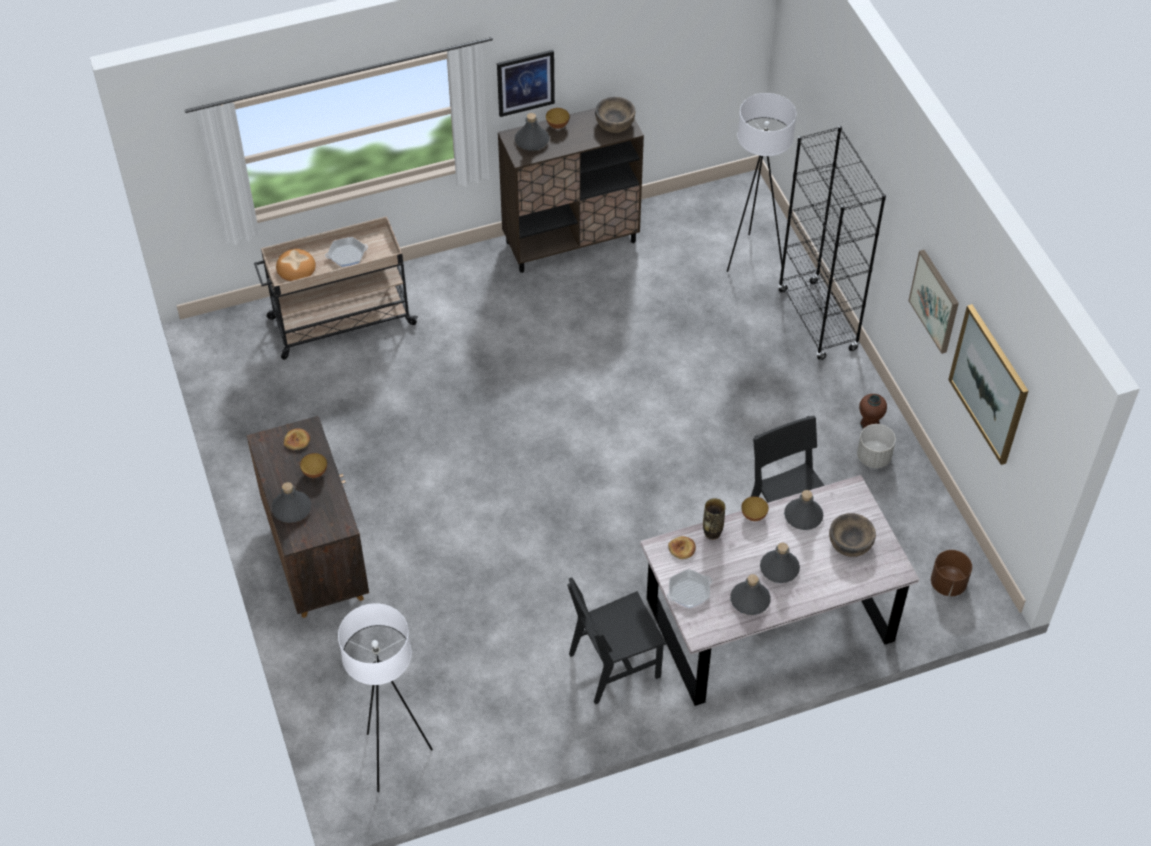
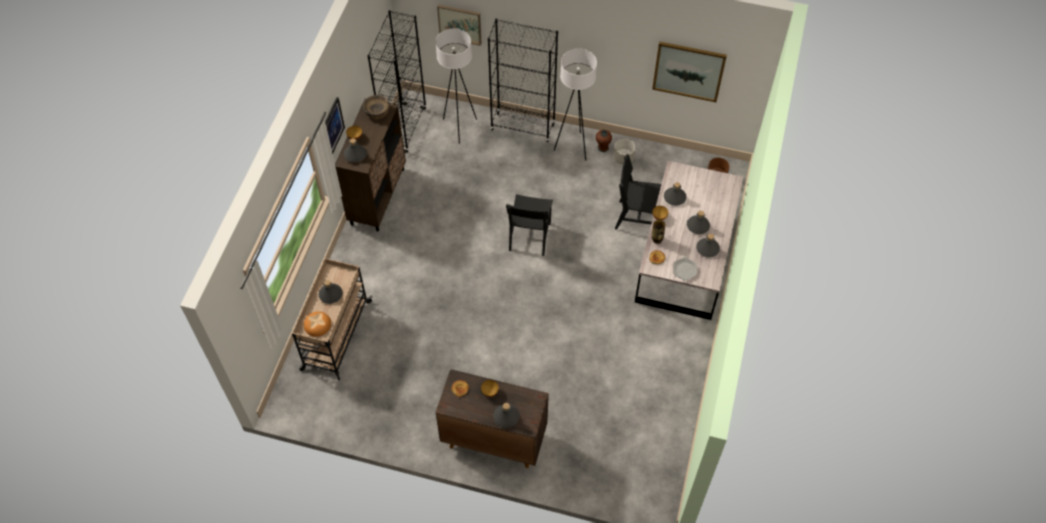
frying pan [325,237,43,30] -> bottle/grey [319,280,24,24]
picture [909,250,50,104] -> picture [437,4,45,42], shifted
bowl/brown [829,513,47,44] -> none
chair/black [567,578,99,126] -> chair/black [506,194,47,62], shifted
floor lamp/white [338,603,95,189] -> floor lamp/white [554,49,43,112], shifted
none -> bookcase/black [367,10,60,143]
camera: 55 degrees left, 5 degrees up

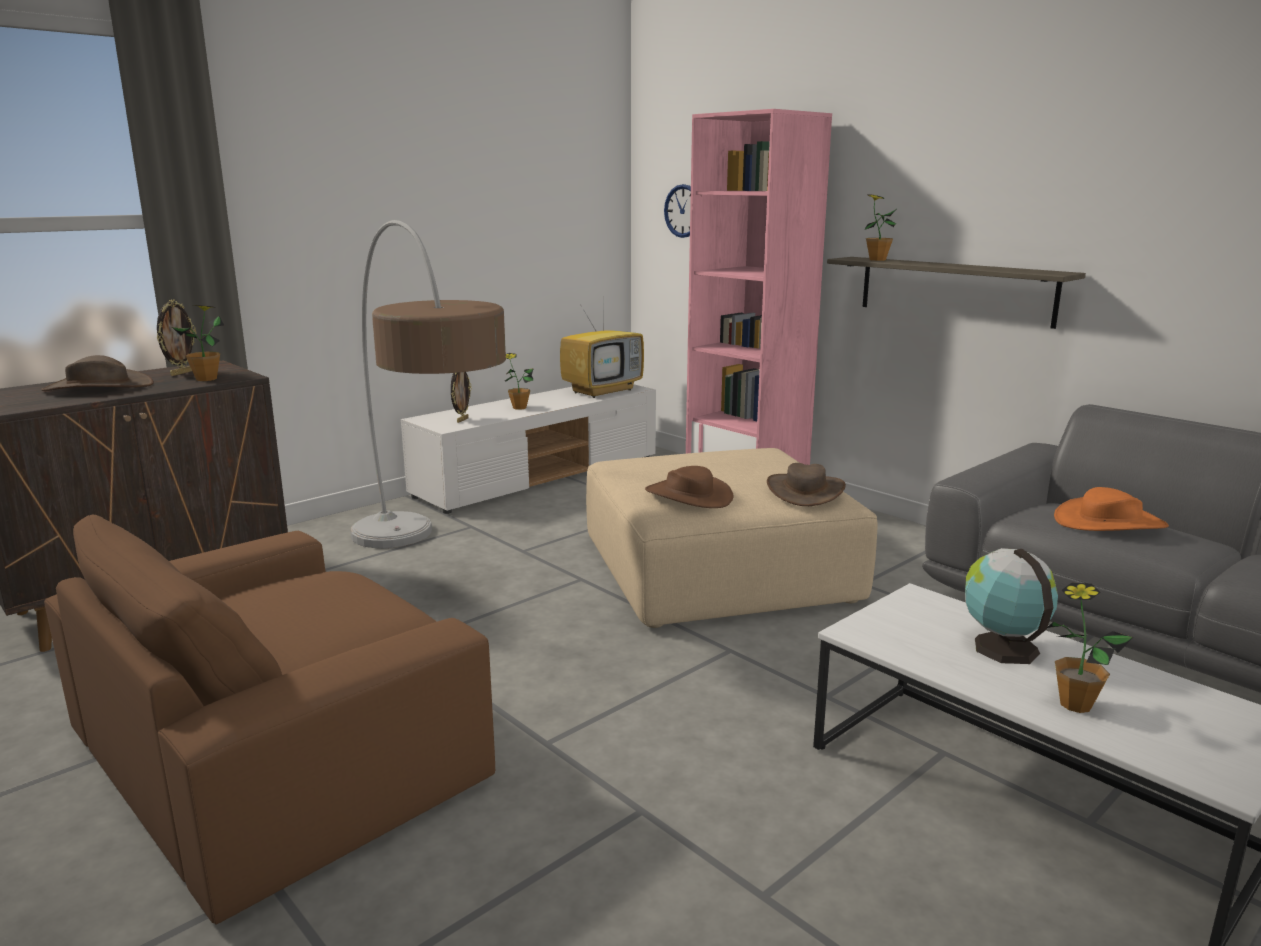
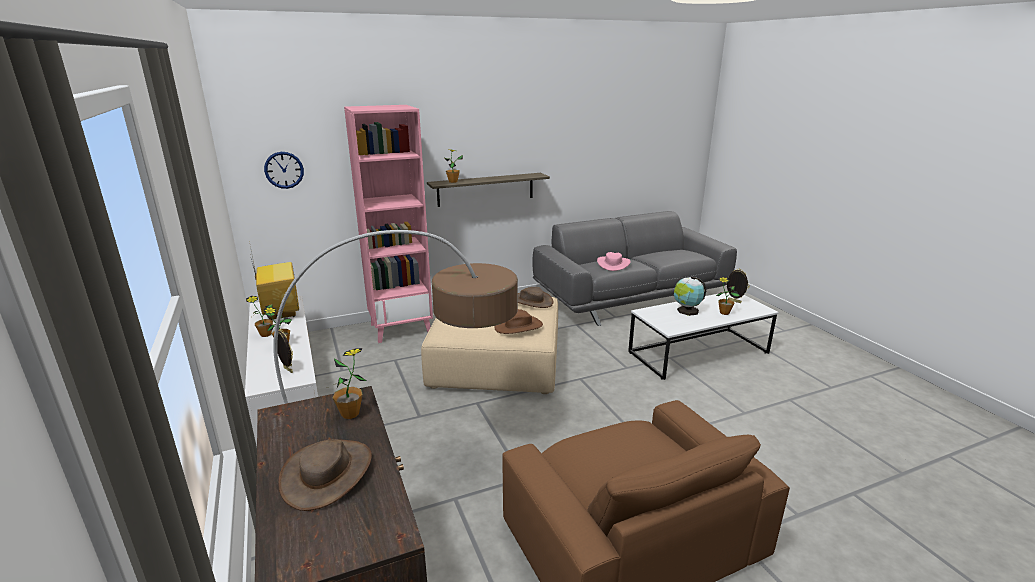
picture frame [156,299,40,77] -> picture frame [727,269,23,34], shifted
hat/orange [1054,487,115,44] -> hat/pink [597,252,34,19]
none -> potted plant [246,296,29,41]
camera: 70 degrees left, 5 degrees up

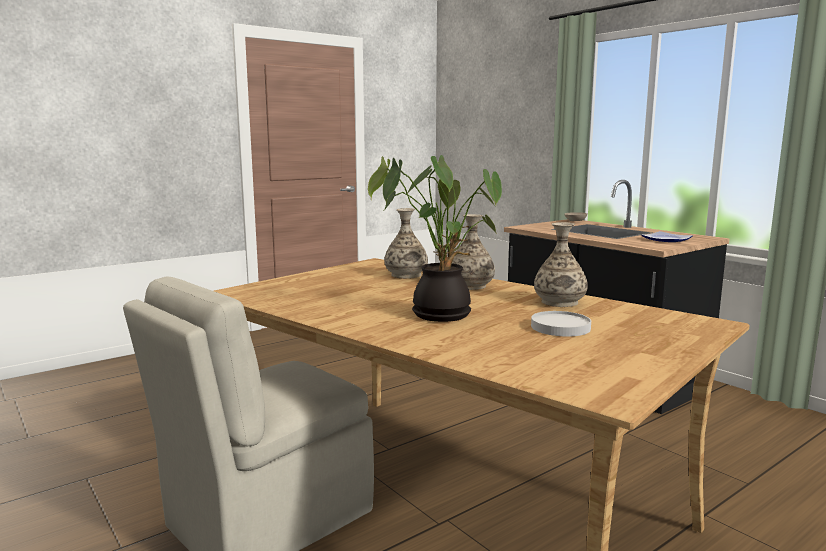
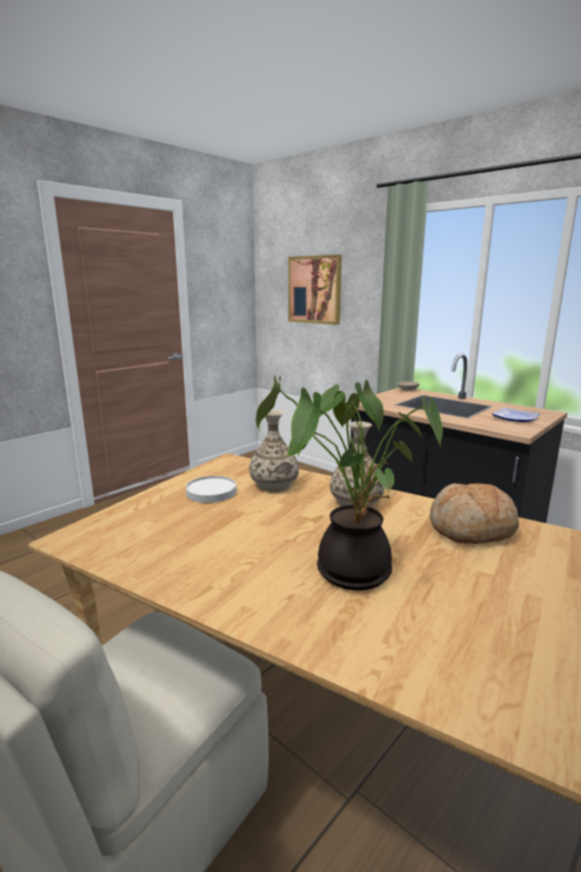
vase [534,222,54,85] -> bread [430,483,89,61]
plate/white [531,311,60,25] -> plate/white [186,476,50,27], shifted
none -> picture [288,255,54,70]
camera: 10 degrees left, 5 degrees up

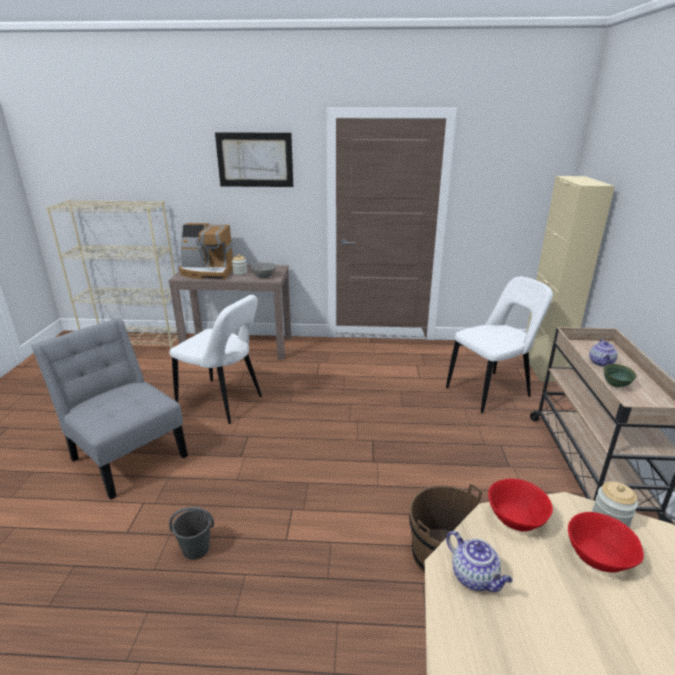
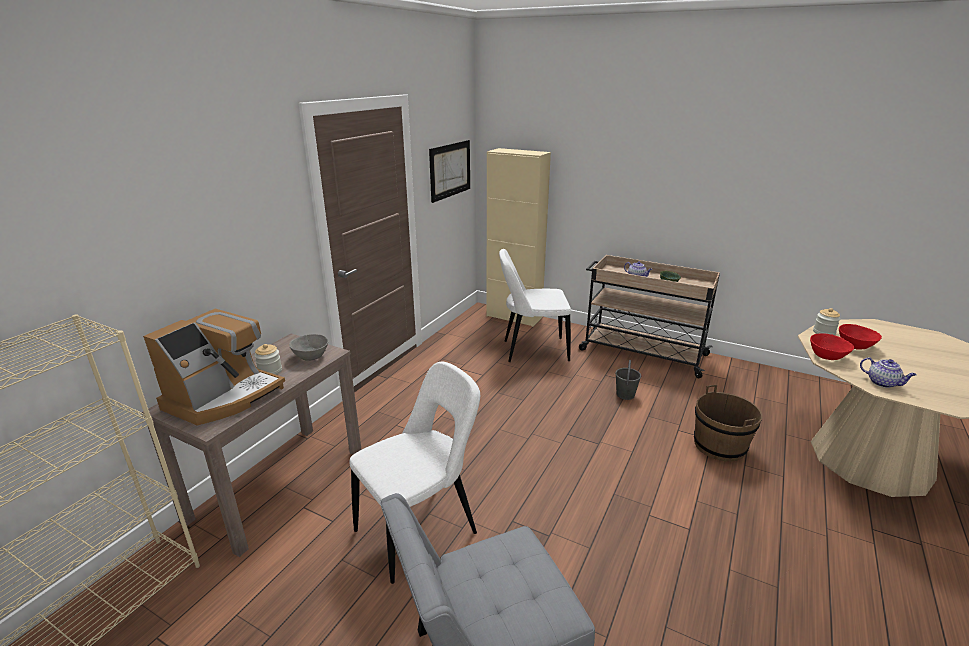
picture [215,133,78,54] -> picture [429,140,41,63], shifted
chair/white [446,276,107,137] -> chair/white [499,249,72,113], 90 degrees counterclockwise
bucket/grey [169,507,45,53] -> bucket/grey [615,360,26,40], shifted
teapot [446,531,67,61] -> teapot [860,357,56,31], 60 degrees clockwise
camera: 65 degrees left, 0 degrees up

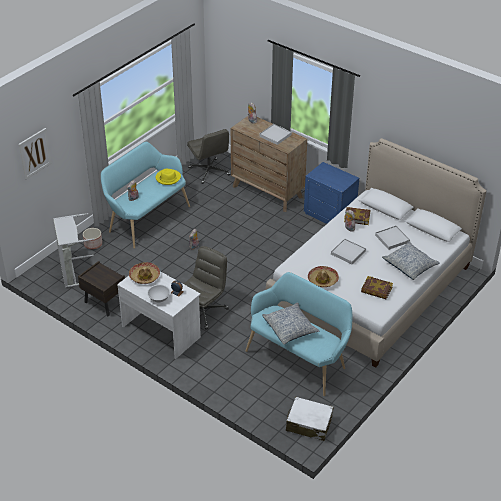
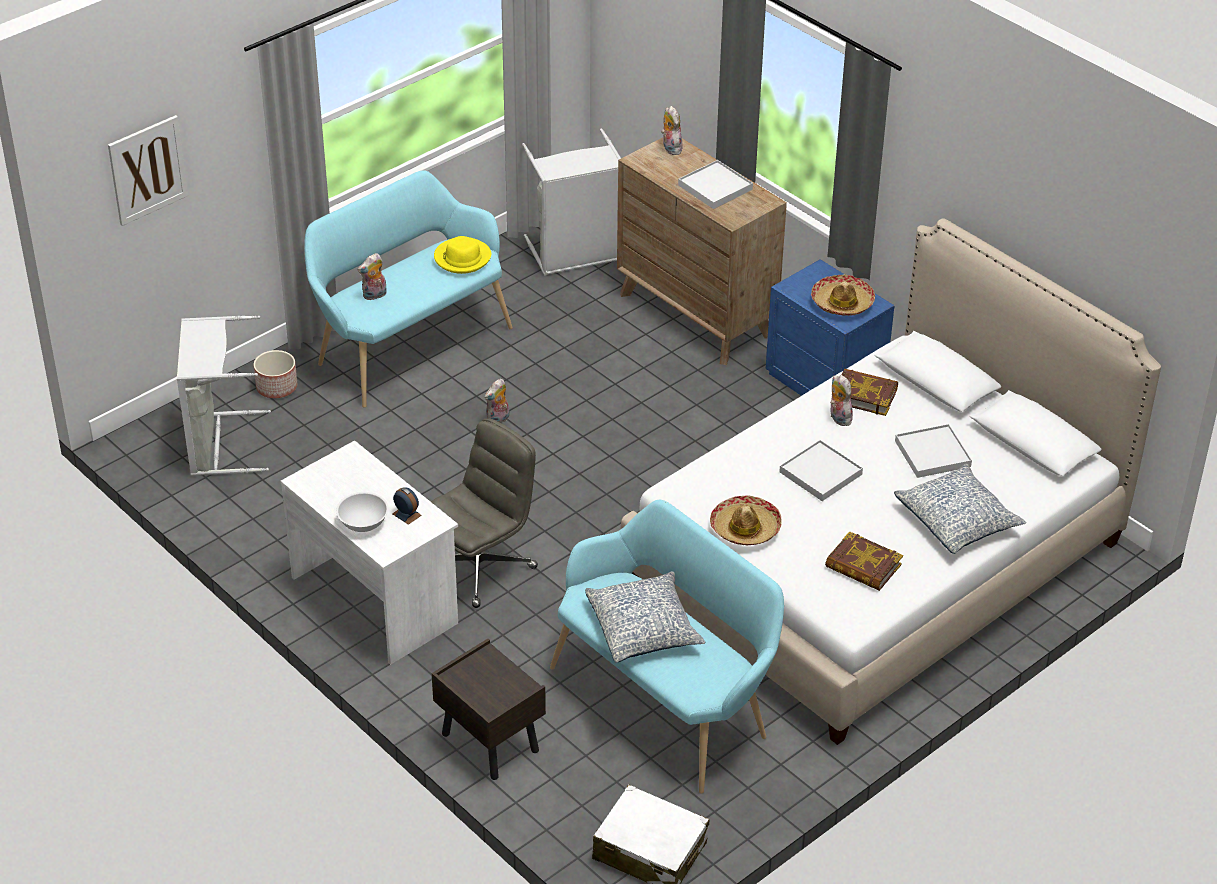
office chair/grey [187,129,44,55] -> laundry basket/grey [522,129,99,147]
nightstand/brown [78,261,47,55] -> nightstand/brown [432,639,114,141], shifted
hat [129,262,31,22] -> hat [811,274,64,42], shifted
camera: 10 degrees right, 0 degrees up

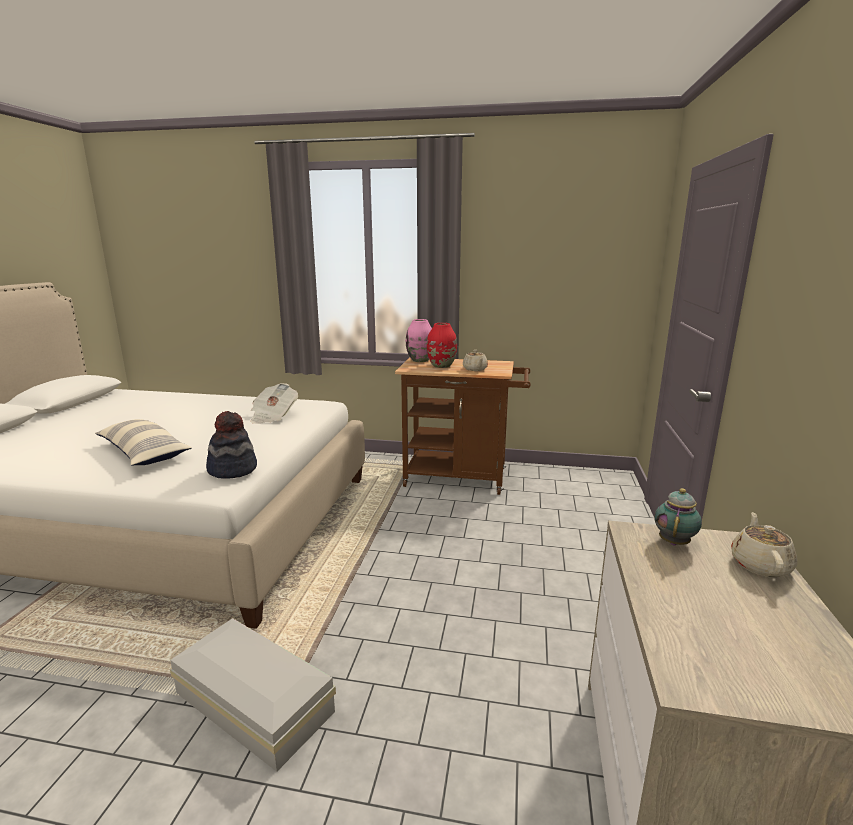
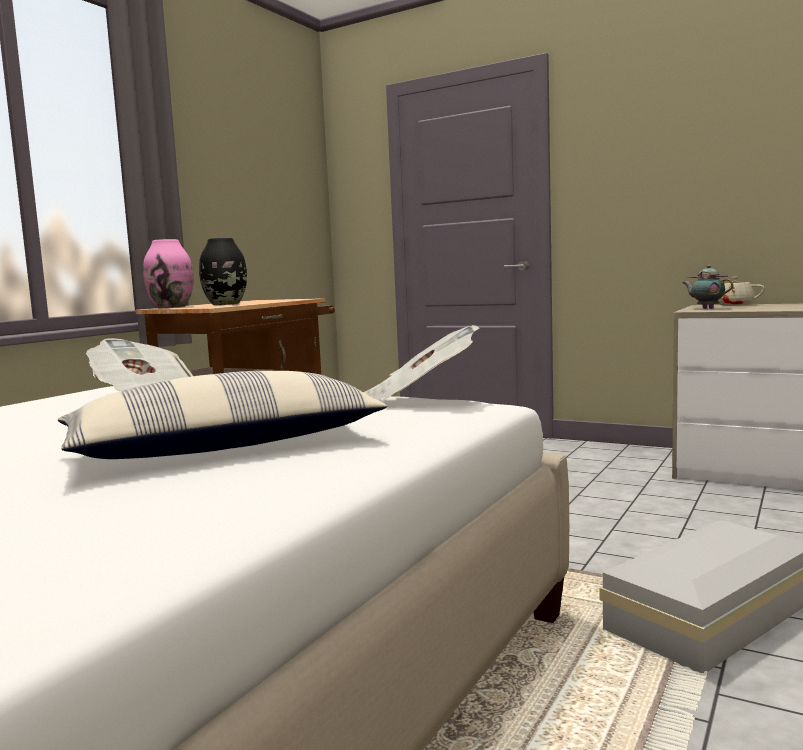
vase/red [427,323,30,45] -> vase/black [199,238,48,67]
teapot/beige [463,350,25,21] -> none
hat [206,411,51,68] -> newspaper [363,325,117,75]
camera: 70 degrees left, 10 degrees down

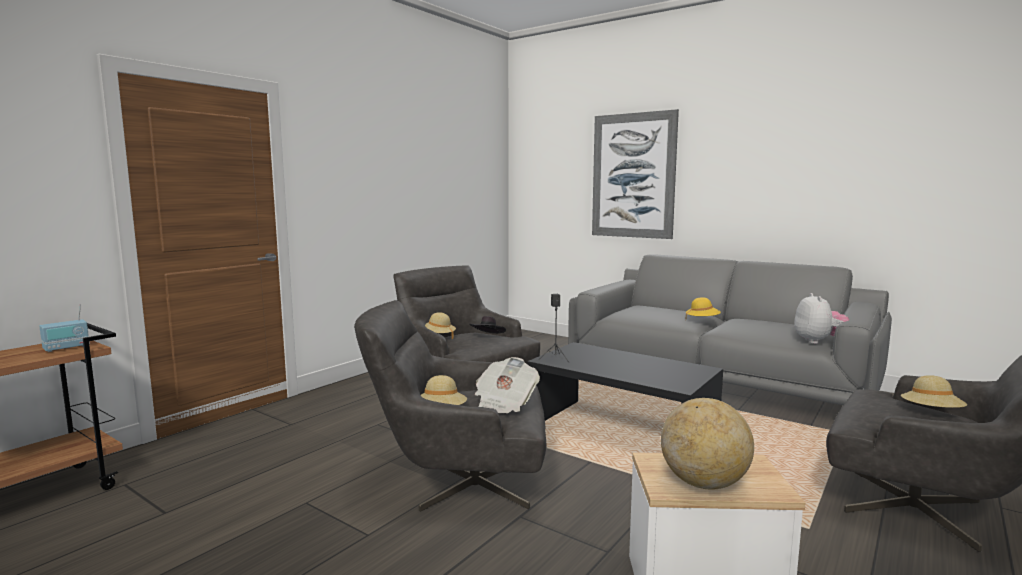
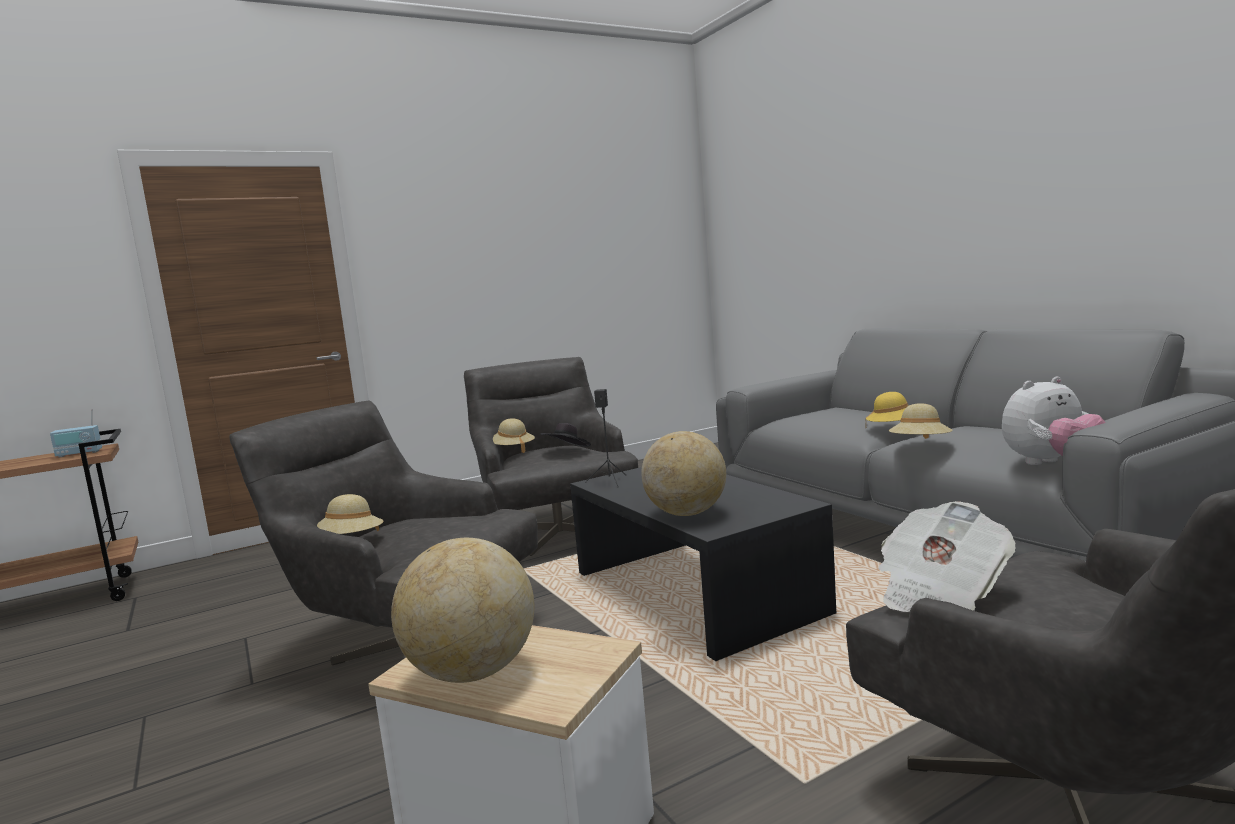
picture [592,109,87,130] -> none
plush toy [795,293,54,51] -> plush toy [1002,377,103,88], 45 degrees clockwise
newspaper [475,357,65,56] -> newspaper [878,501,138,111], shifted
hat/beige [901,375,66,33] -> hat/beige [889,403,64,36], shifted
none -> globe [641,431,85,85]
camera: 25 degrees right, 0 degrees up

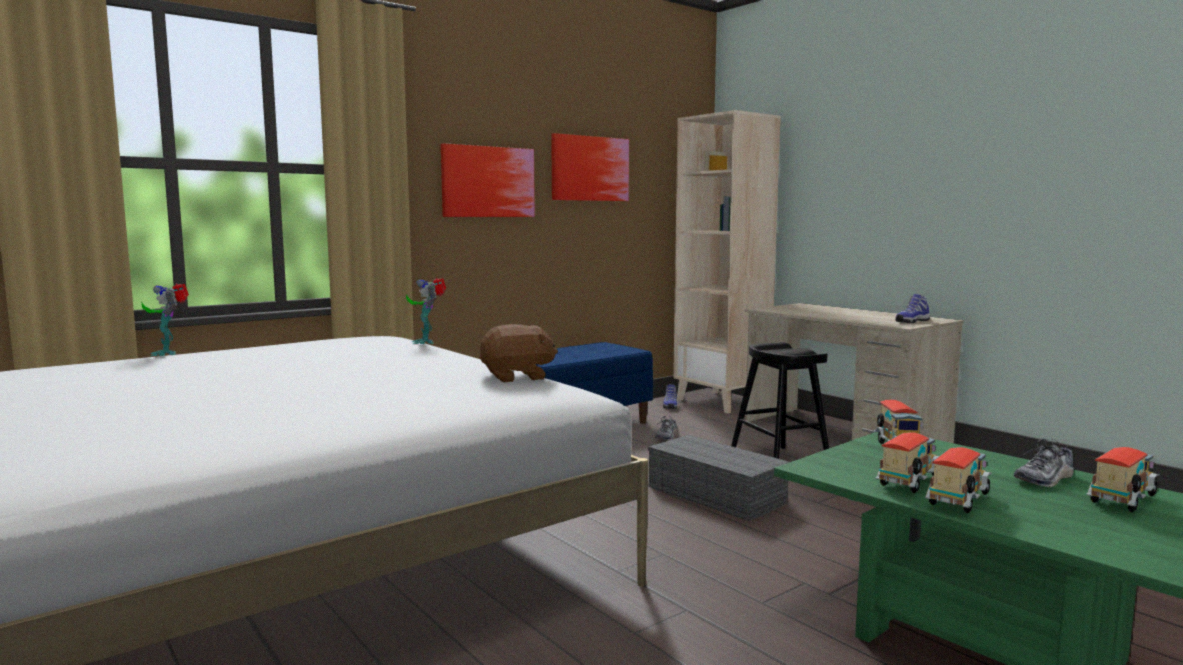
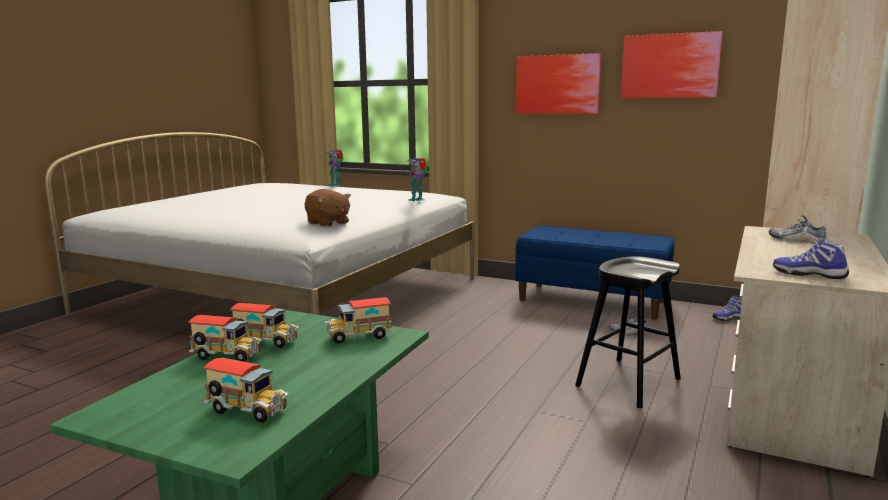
storage box/grey [648,435,141,86] -> none
shoe [1014,438,60,50] -> shoe [769,215,58,29], shifted
camera: 65 degrees right, 5 degrees up

